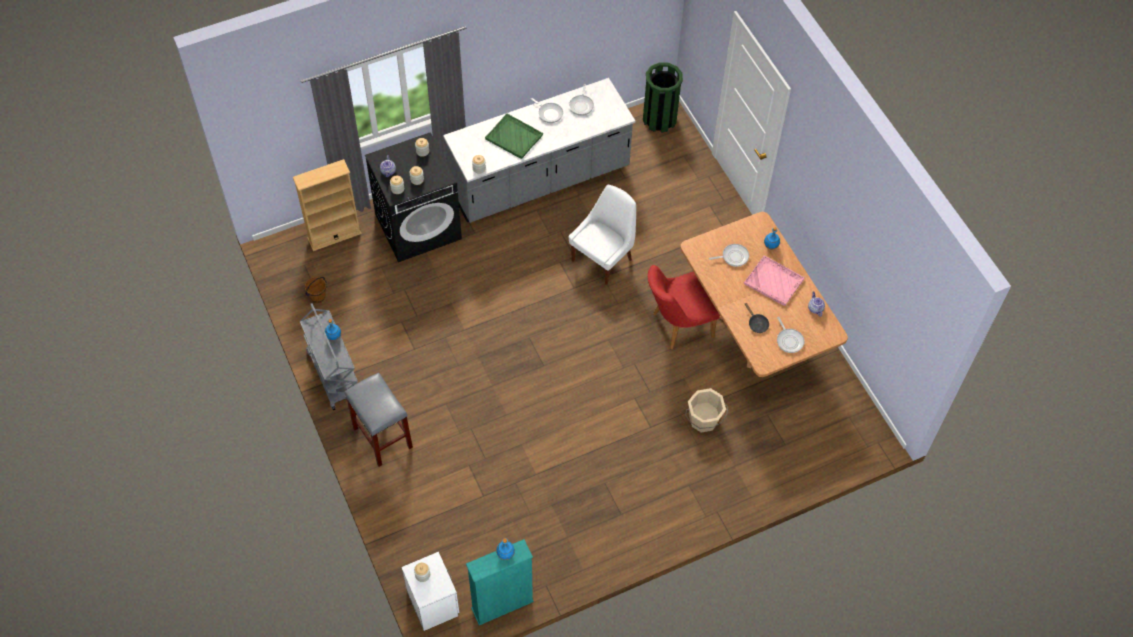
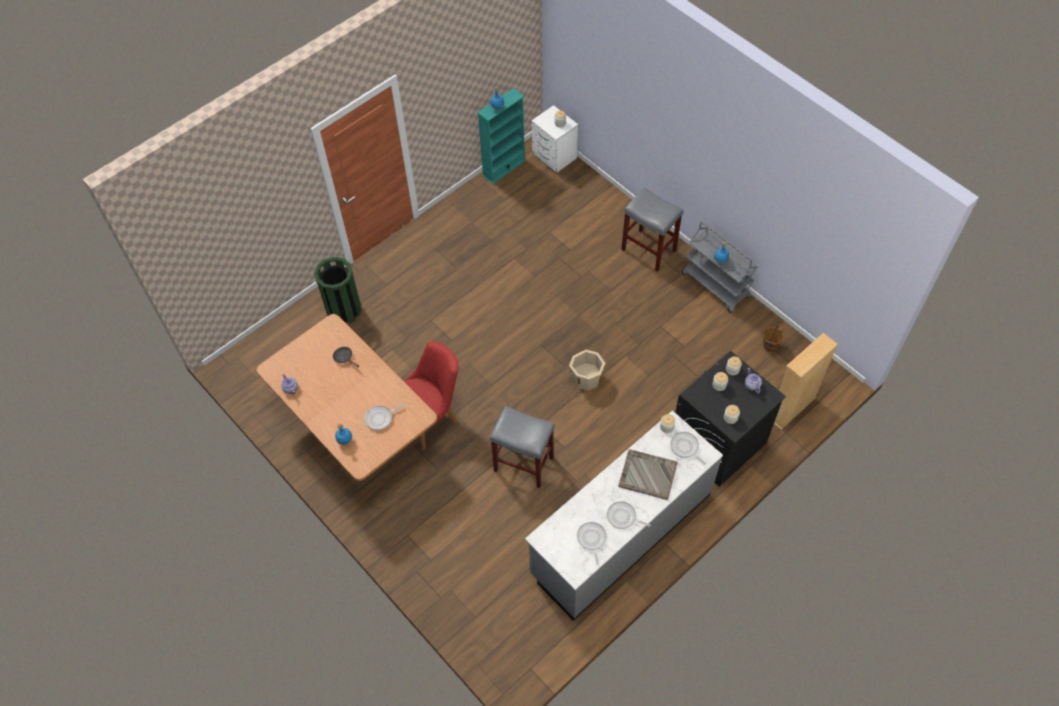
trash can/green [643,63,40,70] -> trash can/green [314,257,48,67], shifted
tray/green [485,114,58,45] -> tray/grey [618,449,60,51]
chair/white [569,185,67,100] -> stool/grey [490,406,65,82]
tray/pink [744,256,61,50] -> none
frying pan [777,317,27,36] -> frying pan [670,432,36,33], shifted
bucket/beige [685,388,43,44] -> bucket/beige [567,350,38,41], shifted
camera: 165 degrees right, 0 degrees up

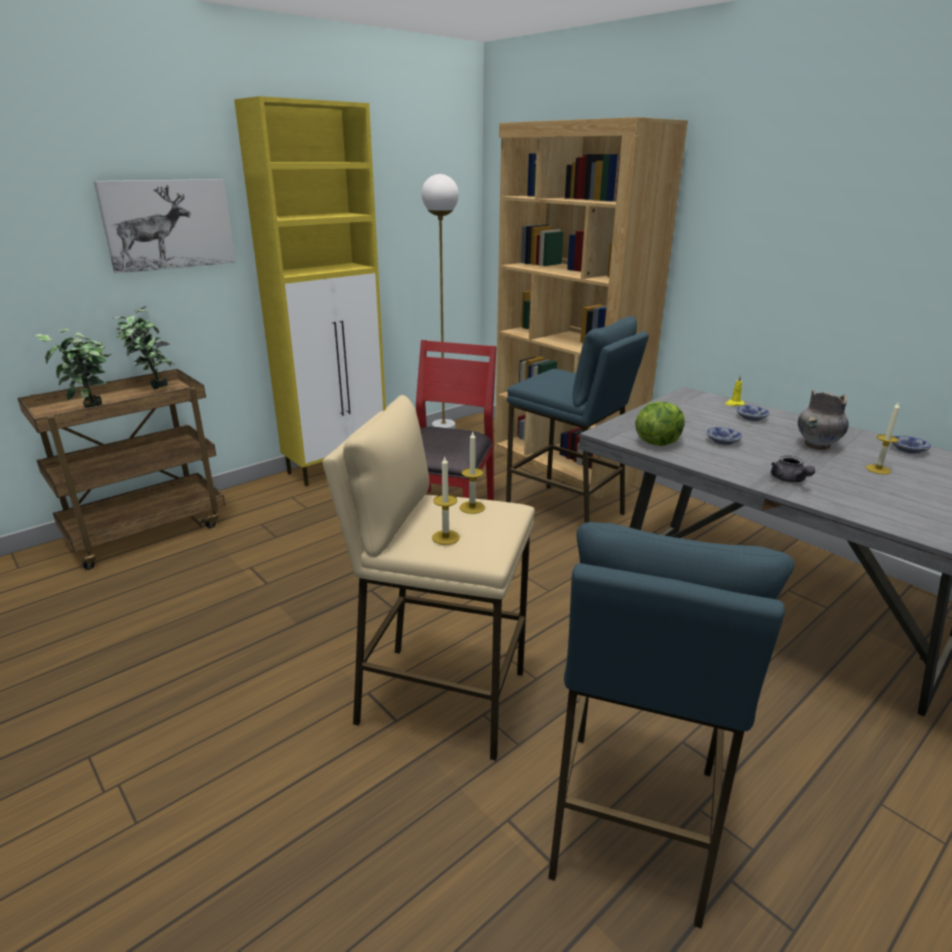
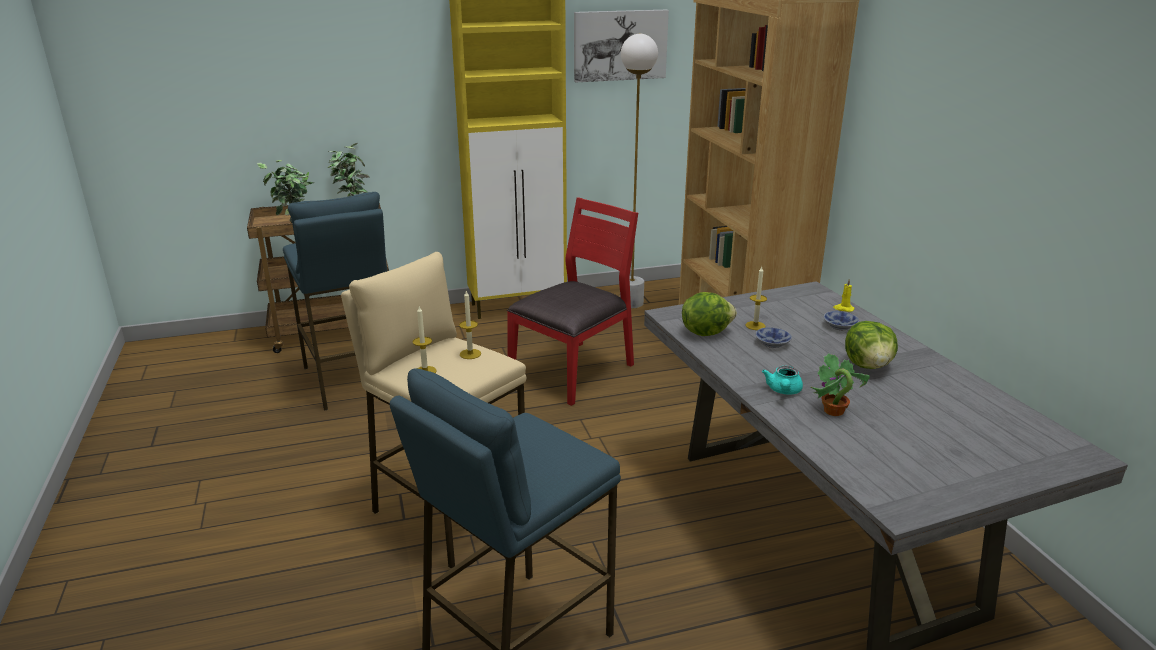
picture [94,179,142,94] -> picture [574,10,95,72], shifted
stool/blue [506,316,143,207] -> stool/blue [283,192,104,219], shifted
vase/grey [798,390,51,60] -> lettuce [845,321,53,48]
candle [866,401,34,73] -> candle [745,267,22,63], shifted
bowl [892,435,40,19] -> none
teapot/grey [771,455,44,28] -> teapot/turquoise [762,366,41,29]
none -> potted plant [811,353,59,63]
camera: 25 degrees right, 0 degrees up

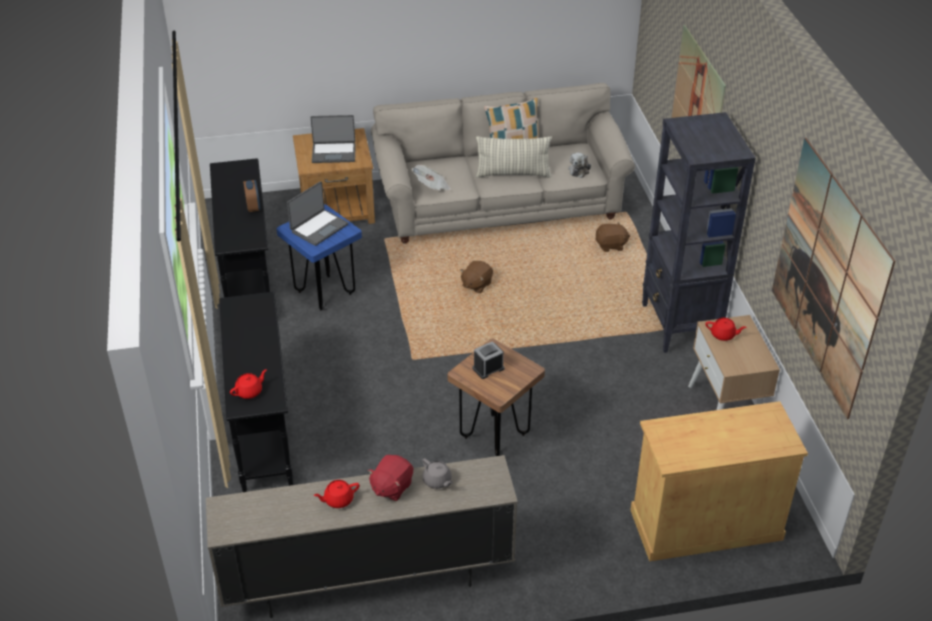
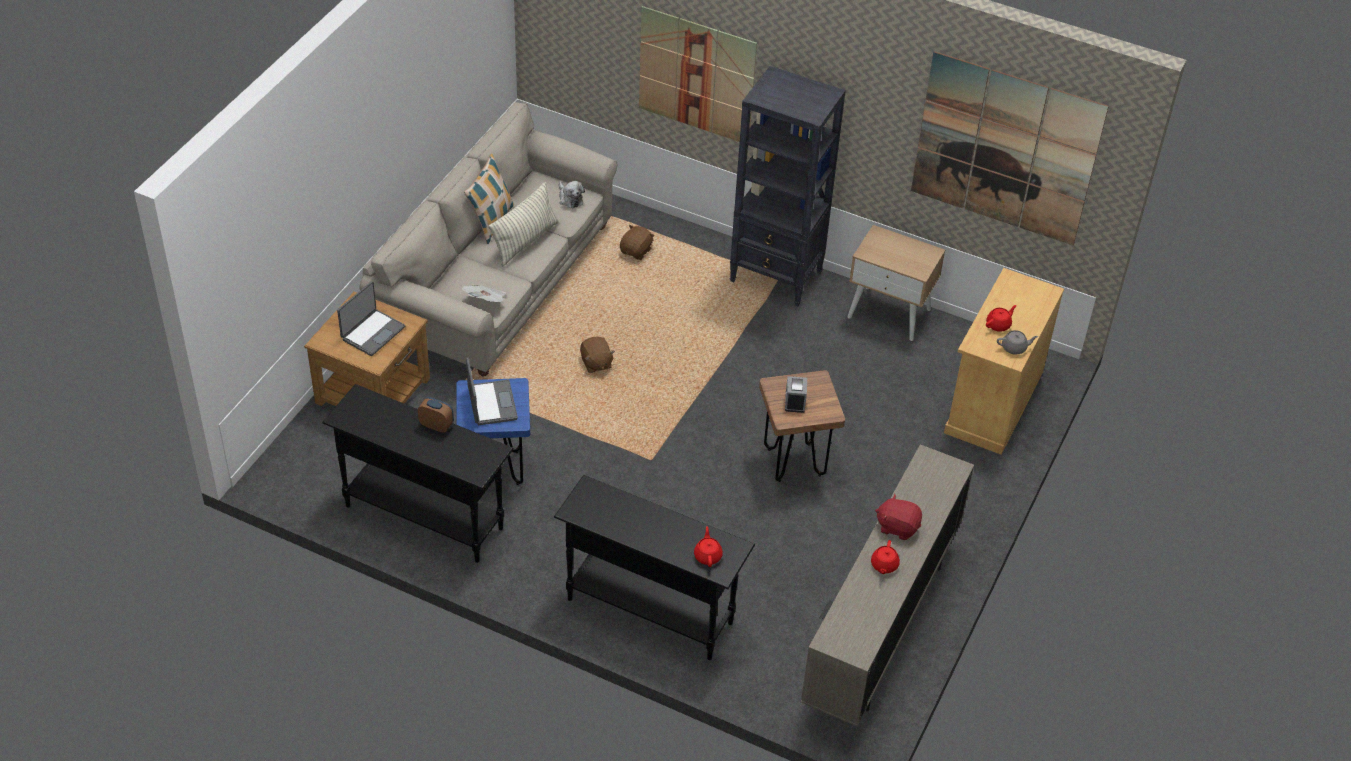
teapot/red [706,318,41,23] -> teapot/red [986,305,31,27], shifted
plush toy/red [368,455,45,46] -> plush toy/red [875,494,47,46], 135 degrees clockwise
teapot/grey [422,458,31,31] -> teapot/grey [997,330,41,25], shifted
camera: 55 degrees left, 5 degrees up

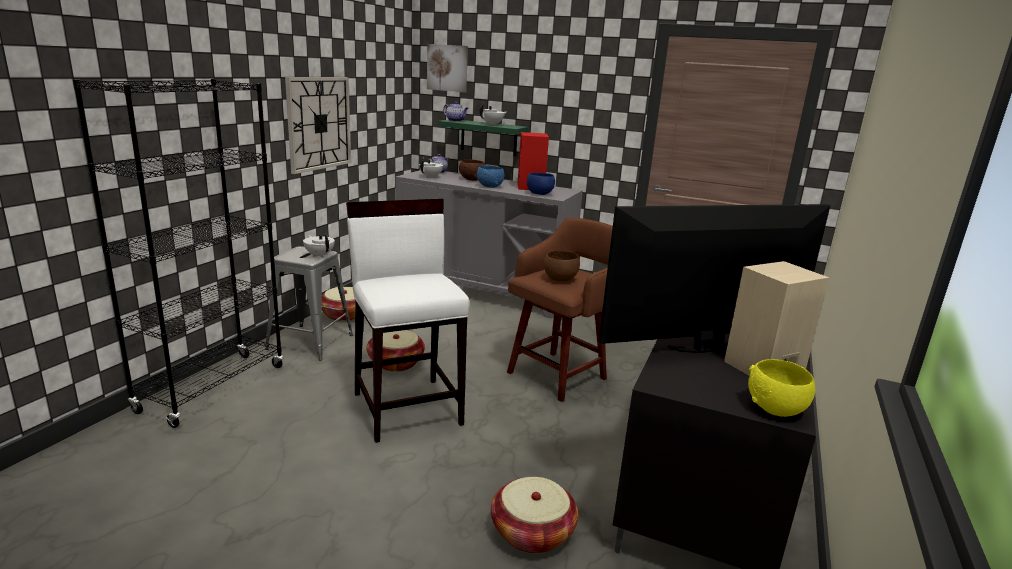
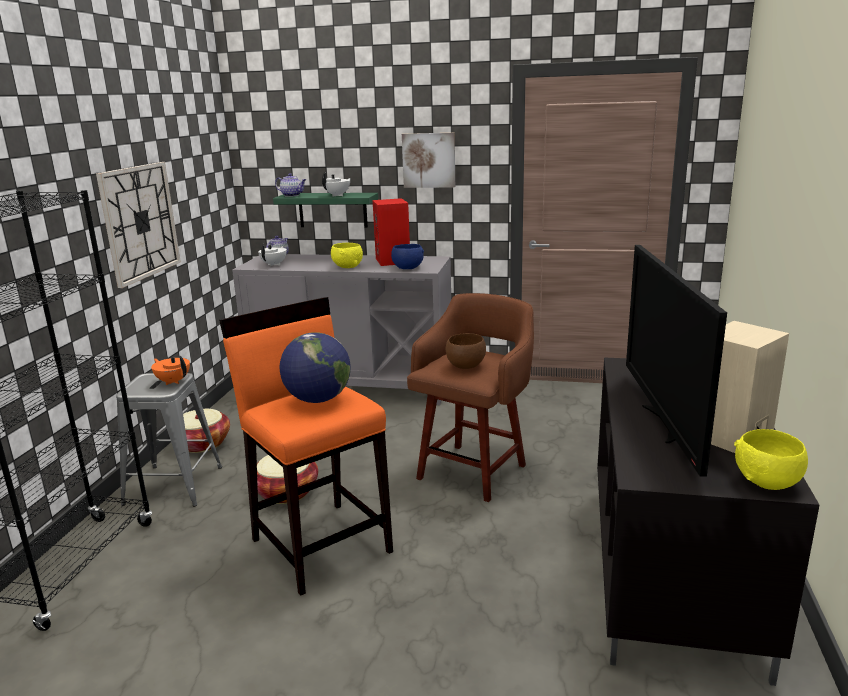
picture [427,44,41,49] -> picture [402,133,53,55], shifted
bowl/brown [459,159,26,22] -> none
bowl/blue [477,165,27,23] -> bowl/yellow [331,243,32,25]
stool/white [346,198,124,245] -> stool/orange [219,297,174,299]
television [599,204,232,149] -> television [626,245,101,232], 60 degrees counterclockwise
teapot/white [303,234,32,24] -> teapot/orange [151,356,39,29]
basket [491,477,87,77] -> none
none -> globe [279,332,72,71]
camera: 10 degrees left, 0 degrees up

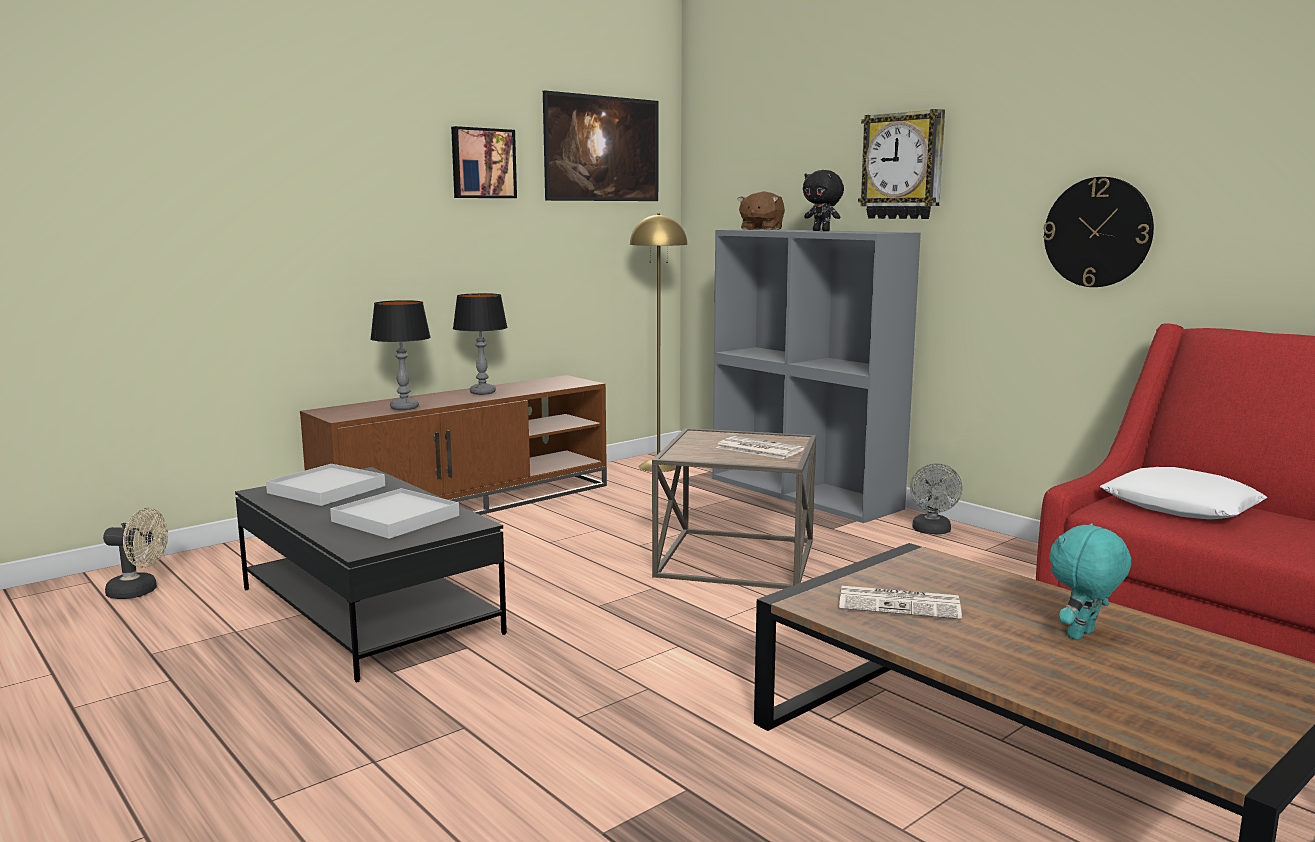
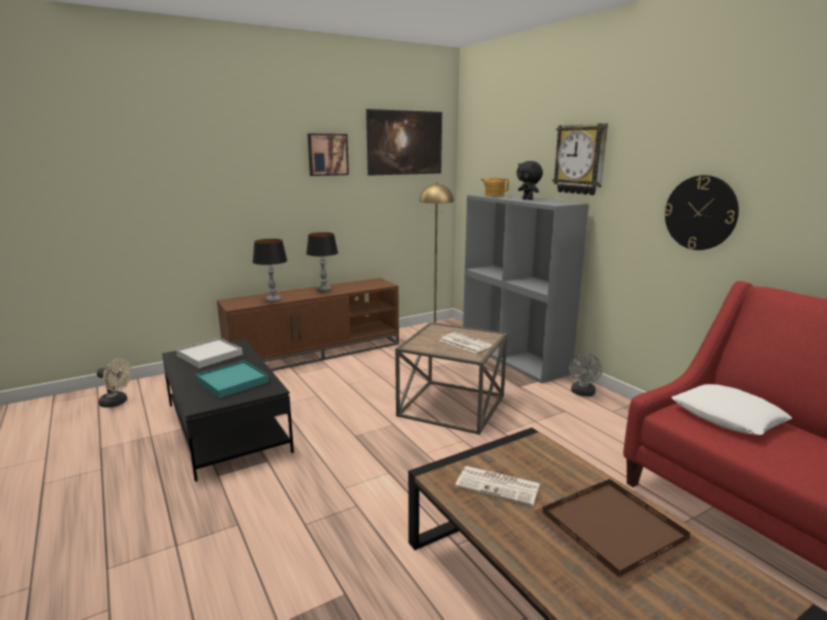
plush toy/brown [737,191,48,39] -> teapot [481,178,28,19]
tray/white [330,488,129,51] -> tray/turquoise [196,360,73,38]
plush toy/turquoise [1049,523,82,117] -> tray/brown [533,479,167,107]
camera: 10 degrees right, 5 degrees up

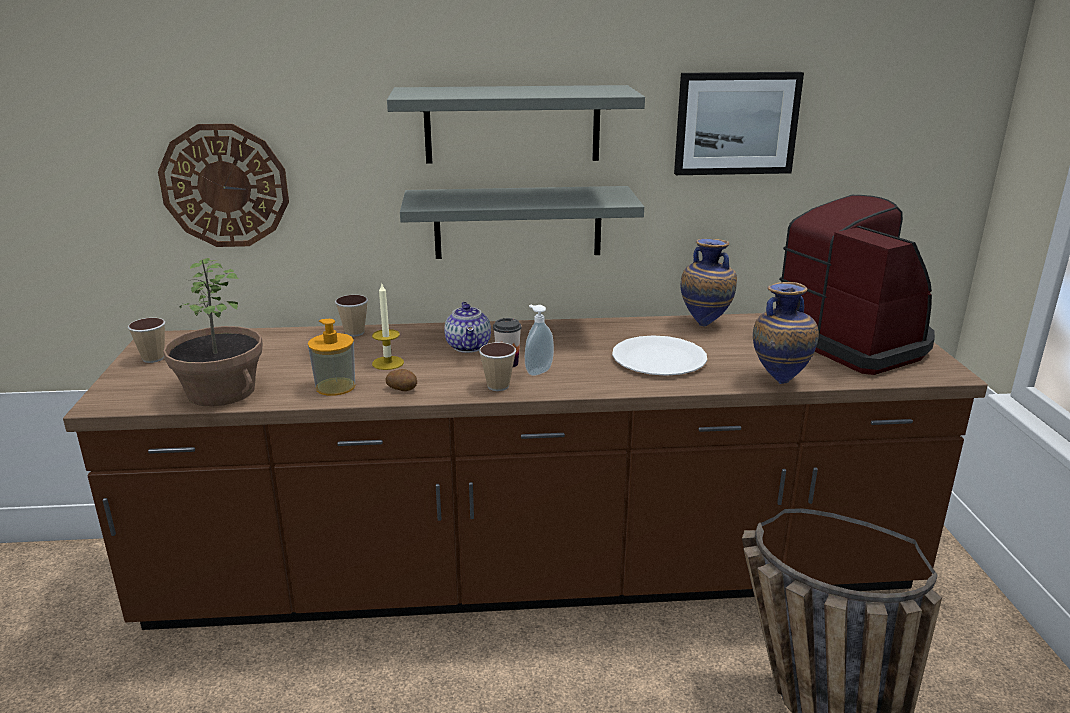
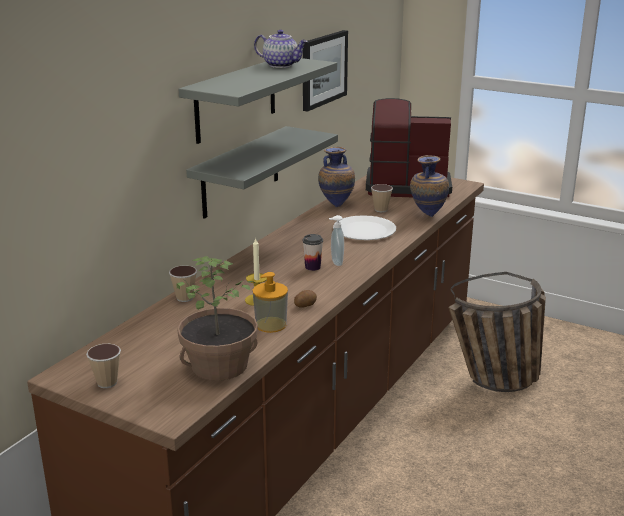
wall clock [158,124,131,123] -> none
teapot [444,302,47,51] -> teapot [254,30,54,38], shifted
cup [479,342,37,49] -> cup [371,184,22,28], shifted
camera: 55 degrees left, 0 degrees up

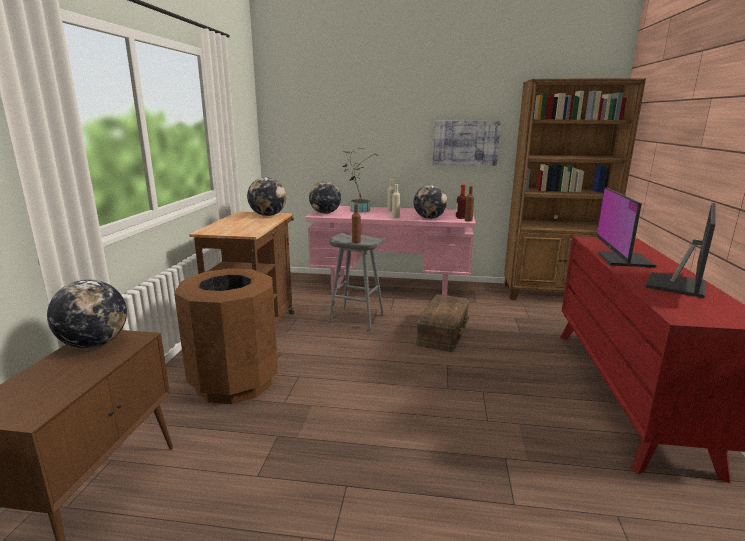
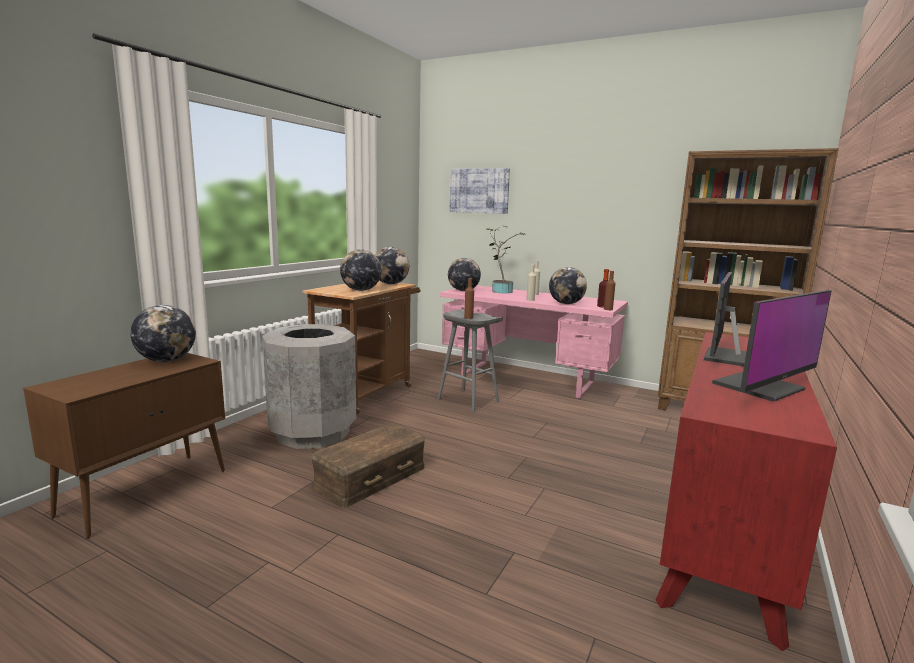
picture [433,120,68,46] -> picture [450,168,60,46], shifted
trash can/brown [174,268,104,136] -> trash can/grey [262,324,94,125]
storage box/brown [416,294,53,58] -> storage box/brown [311,423,114,85], shifted
none -> globe [340,250,41,41]
camera: 20 degrees right, 5 degrees down

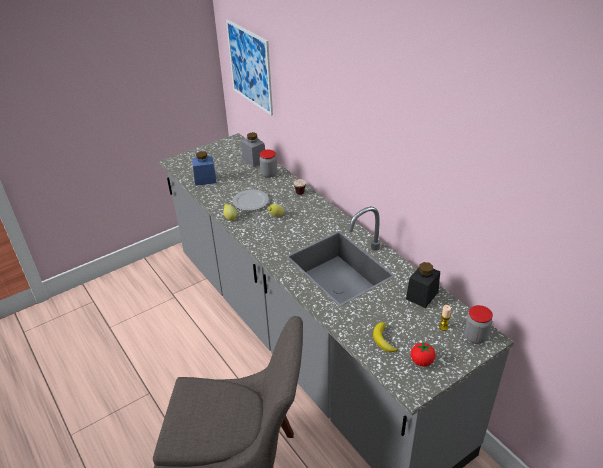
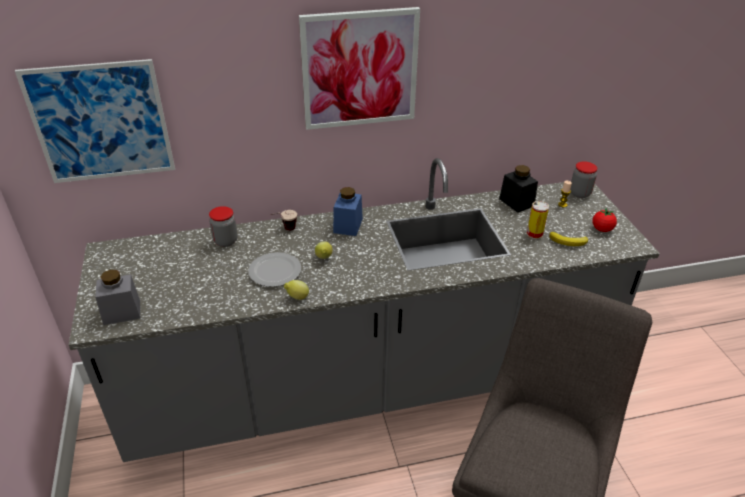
jar/grey [241,132,24,35] -> jar/grey [95,269,45,56], shifted
jar/blue [192,151,25,35] -> jar/blue [333,187,30,49], shifted
none -> picture [299,7,121,123]
none -> can [527,201,22,38]
camera: 70 degrees left, 0 degrees up

